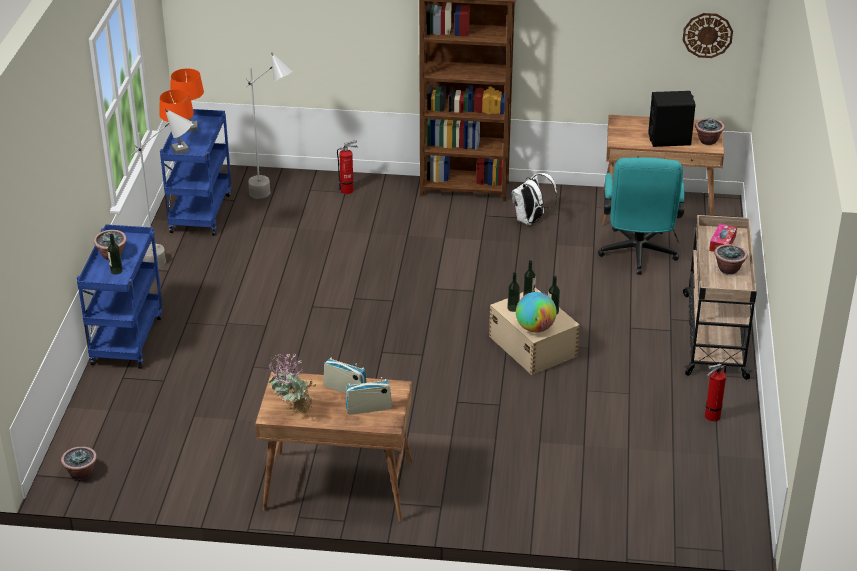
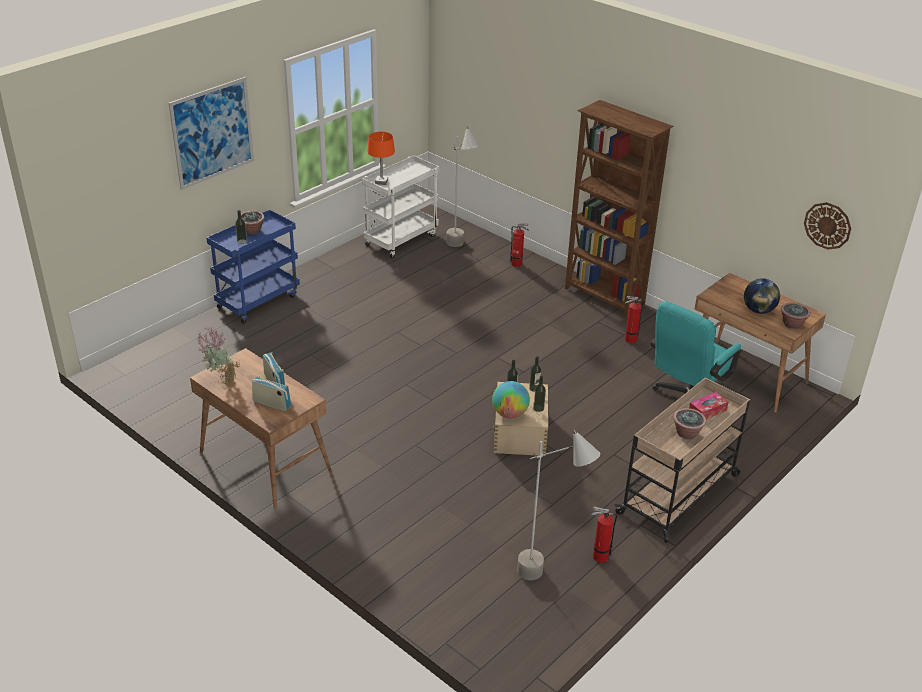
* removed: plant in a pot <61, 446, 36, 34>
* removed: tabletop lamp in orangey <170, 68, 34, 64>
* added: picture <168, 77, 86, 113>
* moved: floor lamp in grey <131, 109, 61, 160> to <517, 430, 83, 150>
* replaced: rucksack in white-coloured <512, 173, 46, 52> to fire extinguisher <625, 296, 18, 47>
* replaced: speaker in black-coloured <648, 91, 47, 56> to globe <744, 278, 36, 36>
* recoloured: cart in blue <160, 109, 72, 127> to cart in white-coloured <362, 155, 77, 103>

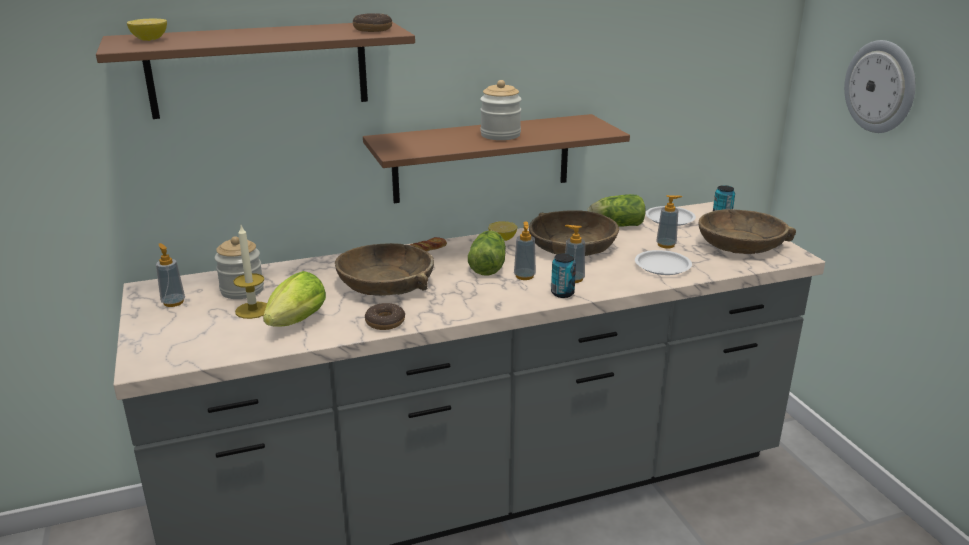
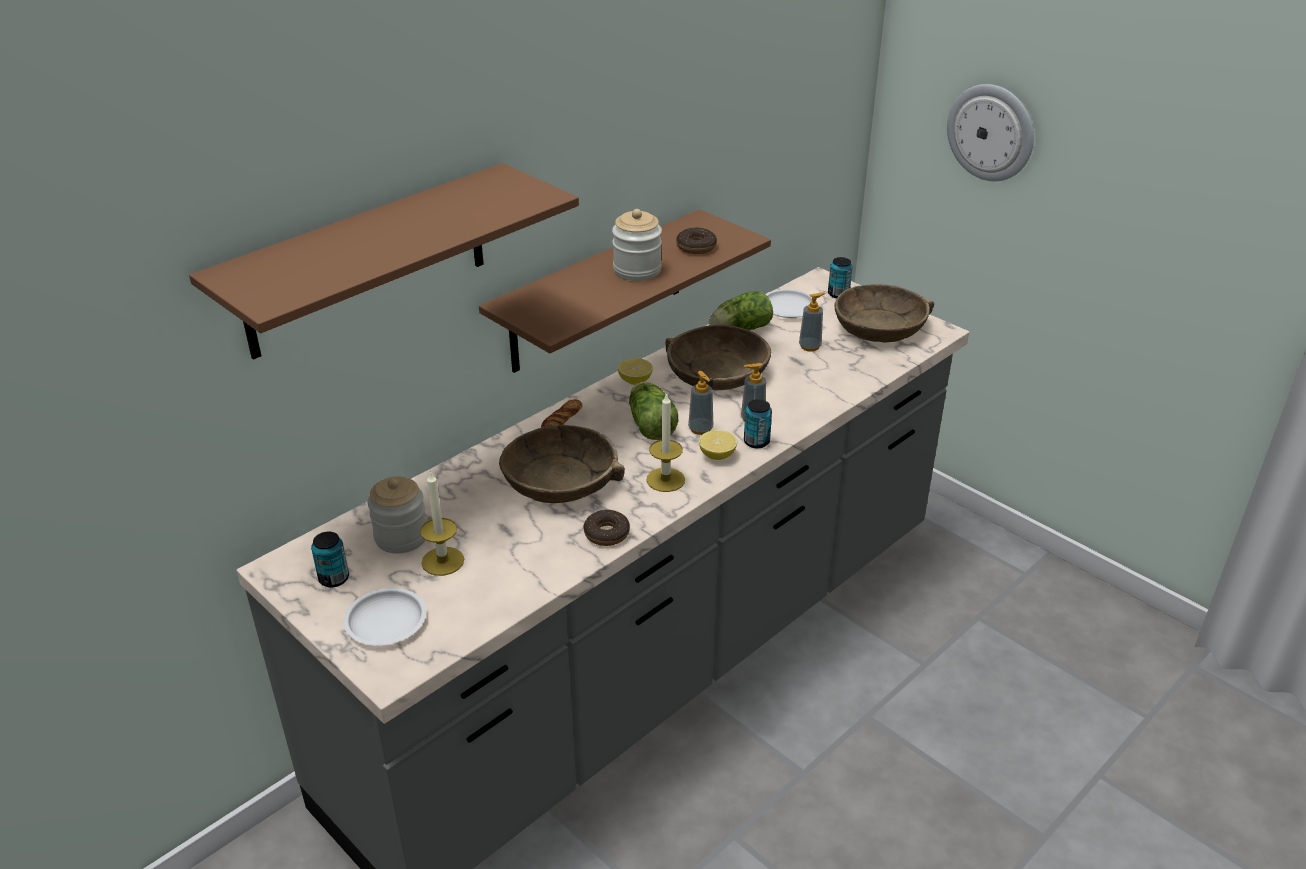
* removed: head of lettuce <263, 271, 63, 56>
* added: candle <646, 393, 39, 99>
* moved: citrus fruit <127, 19, 40, 22> to <699, 430, 38, 30>
* moved: donut <353, 13, 39, 19> to <676, 228, 41, 26>
* moved: flat dish in white-coloured <635, 250, 57, 25> to <343, 588, 83, 58>
* replaced: soap dispenser <156, 243, 29, 64> to sealed can <311, 531, 38, 57>

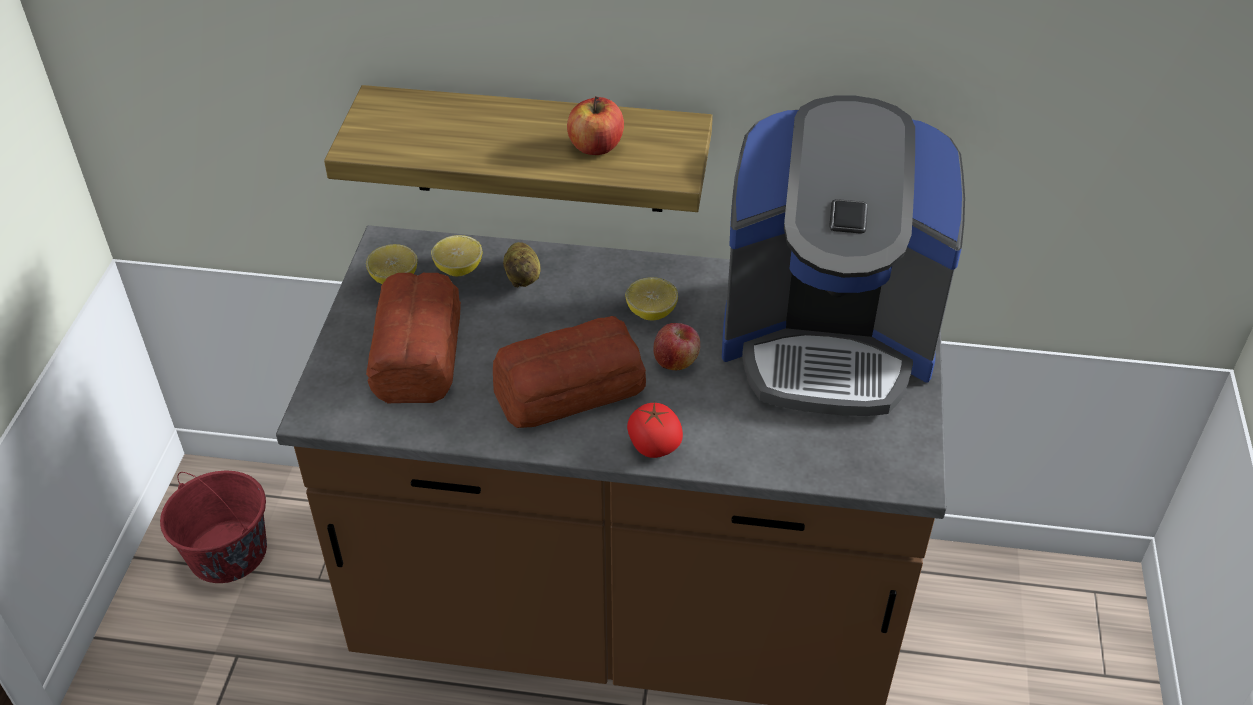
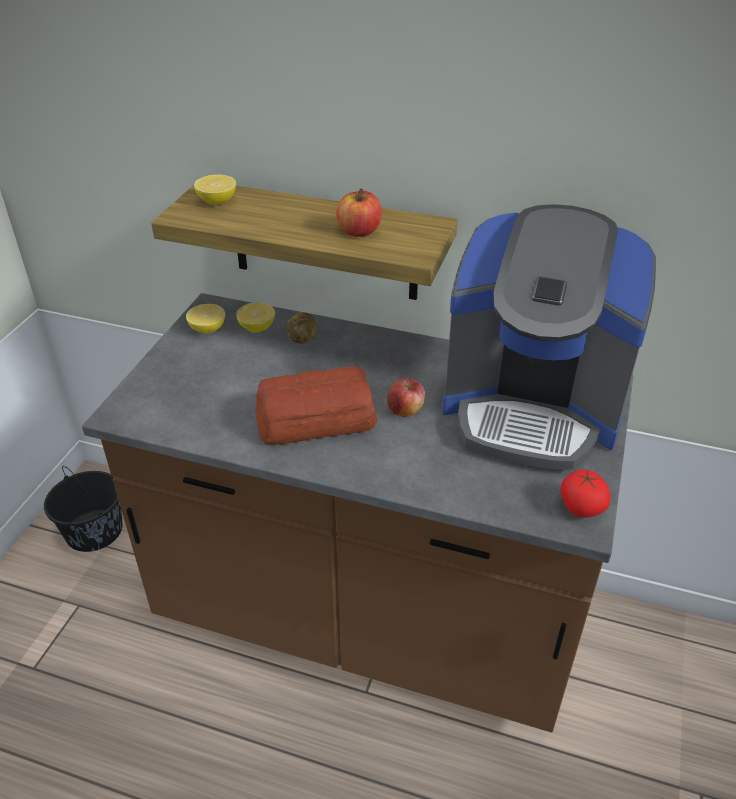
* removed: baked bread <366, 273, 95, 130>
* moved: citrus fruit <626, 277, 52, 43> to <194, 174, 42, 31>
* moved: tomato <627, 401, 56, 57> to <561, 468, 49, 49>
* recoloured: bucket in red <160, 470, 107, 113> to bucket in black-coloured <44, 466, 79, 86>

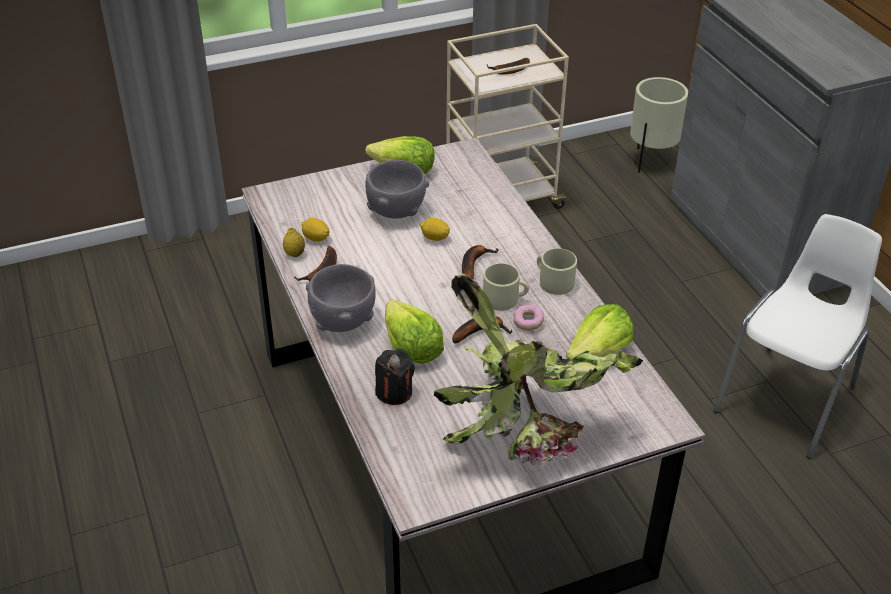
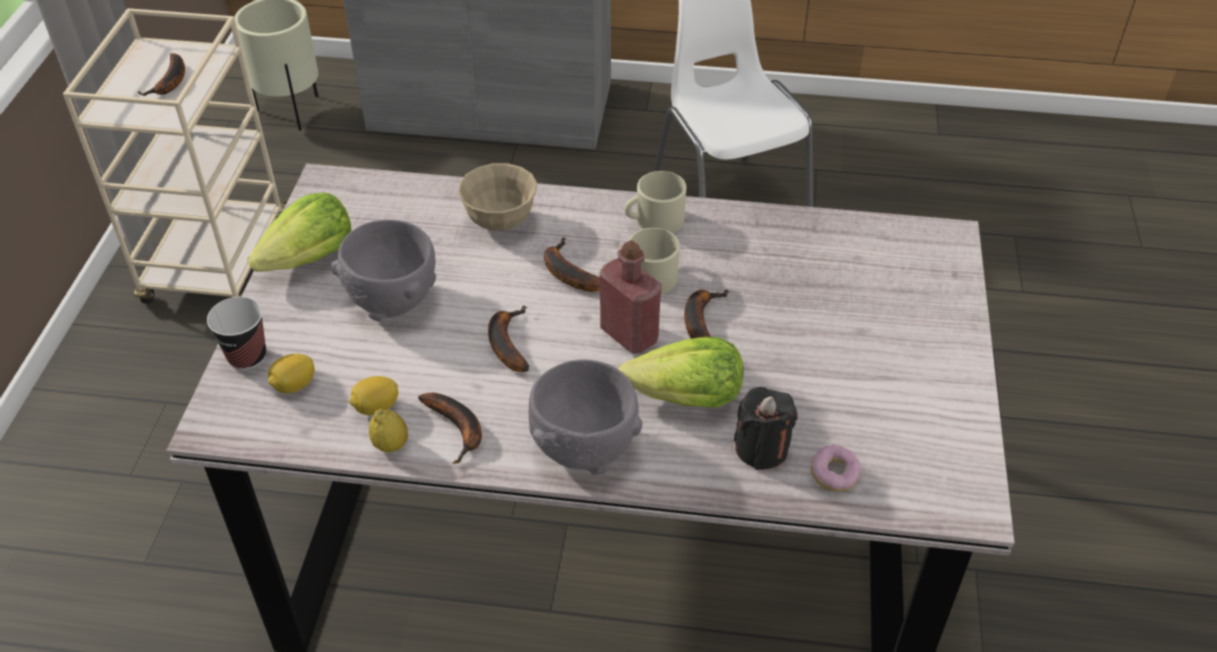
* removed: plant in a pot <434, 274, 209, 191>
* removed: head of lettuce <566, 304, 68, 55>
* added: drinking cup <207, 297, 59, 73>
* added: bowl in sand-coloured <458, 163, 79, 68>
* added: whole banana <488, 305, 41, 67>
* added: bottle in red <599, 240, 62, 114>
* moved: citrus fruit <420, 218, 30, 23> to <268, 354, 47, 39>
* moved: donut <514, 305, 30, 26> to <810, 445, 51, 47>

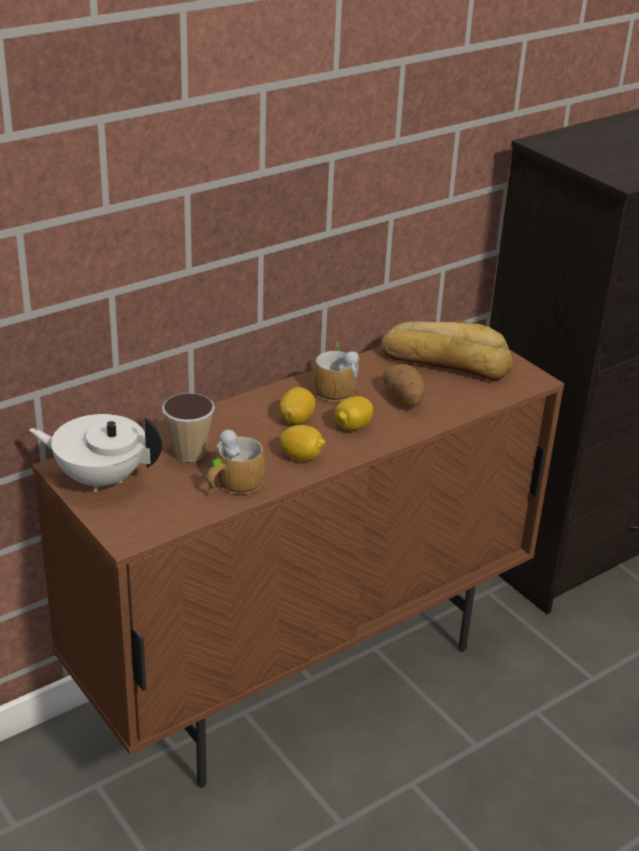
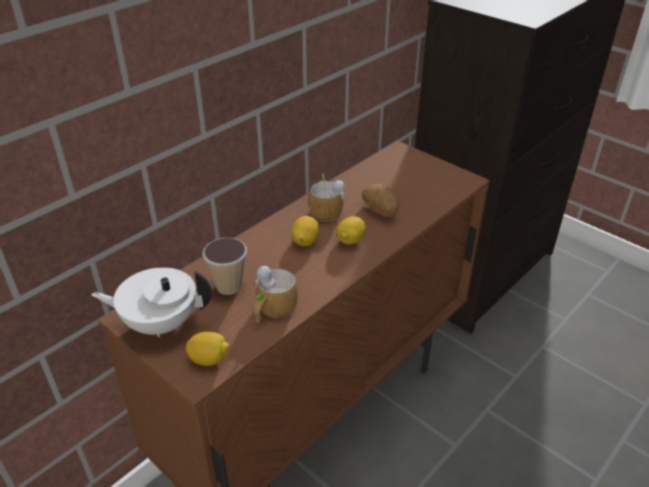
* removed: baked bread <381, 321, 132, 60>
* moved: citrus fruit <280, 425, 46, 36> to <186, 332, 43, 34>

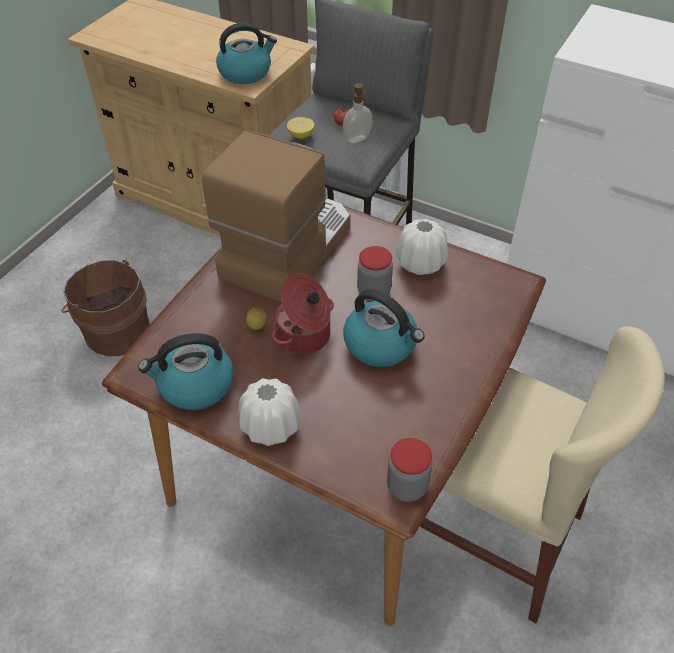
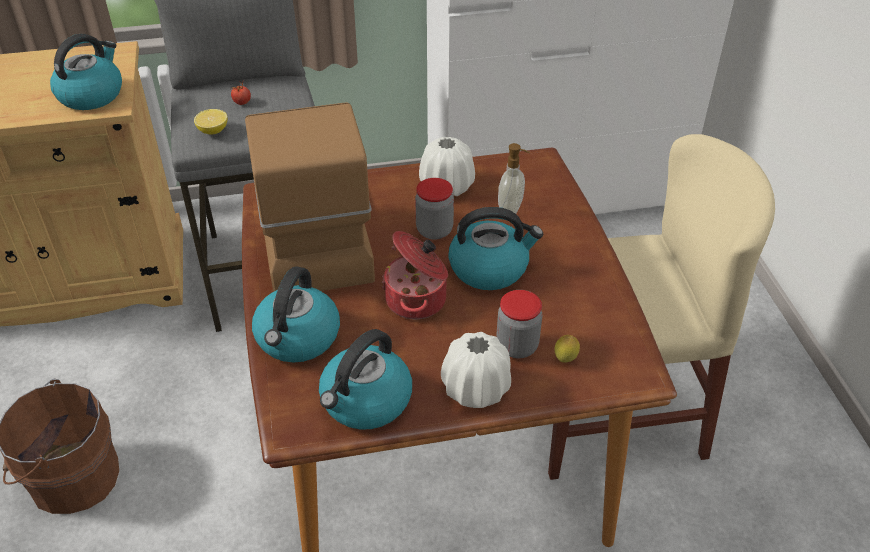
* added: water kettle <252, 266, 88, 97>
* moved: citrus fruit <246, 308, 20, 22> to <555, 335, 25, 28>
* moved: soap dispenser <343, 83, 30, 60> to <498, 143, 32, 71>
* moved: preserve jar <387, 438, 45, 64> to <496, 290, 46, 68>

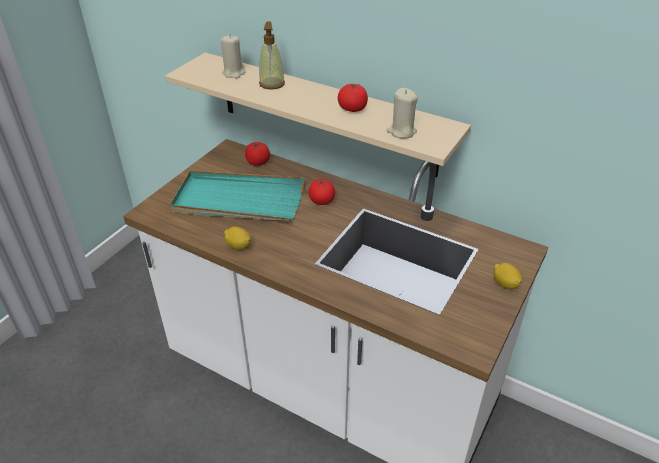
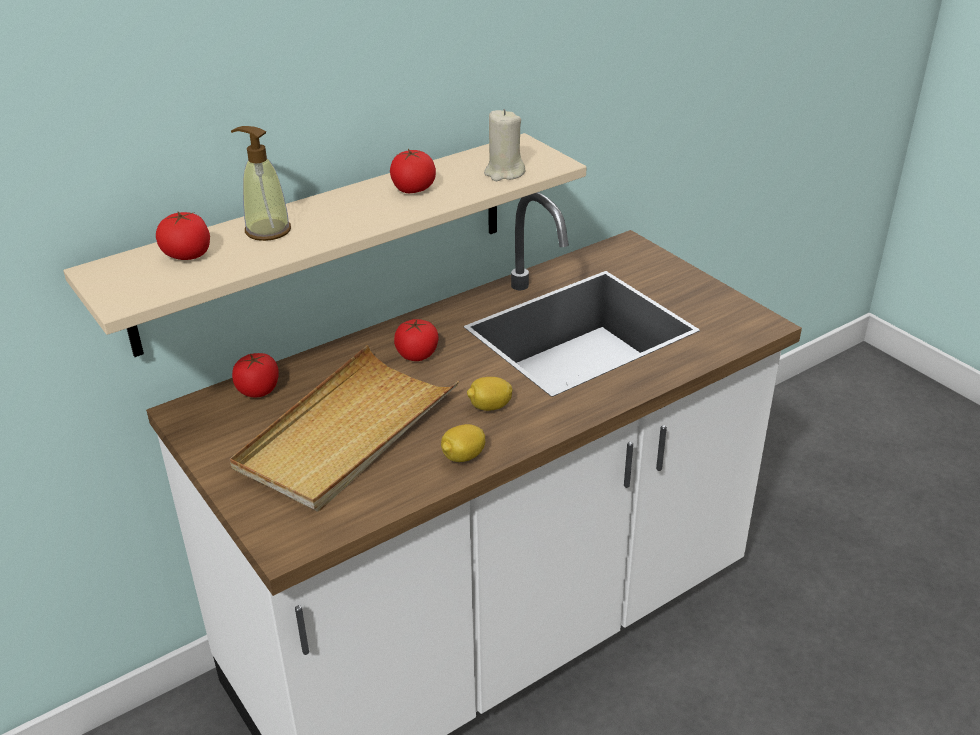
* moved: citrus fruit <494, 263, 28, 26> to <467, 377, 46, 34>
* replaced: candle in sand-coloured <221, 34, 25, 44> to tomato <156, 211, 54, 49>
* recoloured: tray in blue-green <170, 171, 135, 50> to tray in sand-coloured <230, 345, 229, 167>

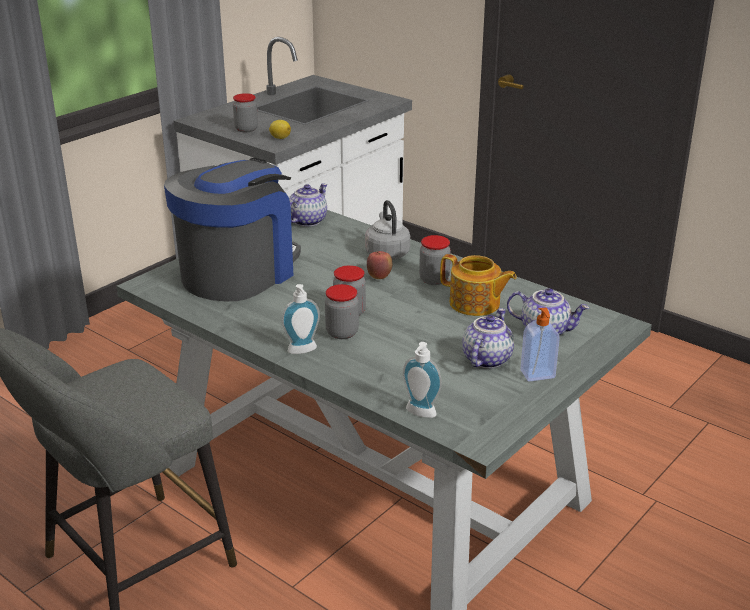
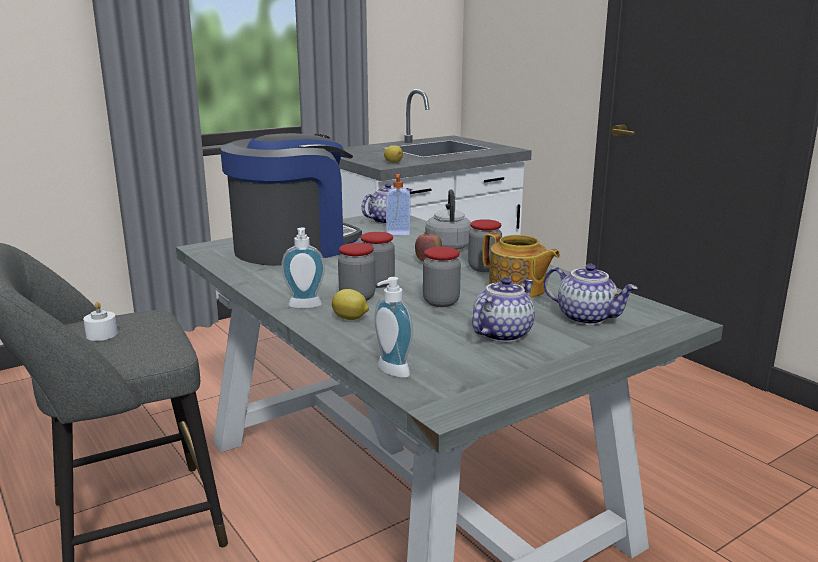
* added: candle in white-coloured <83, 302, 35, 39>
* added: citrus fruit <332, 289, 37, 31>
* moved: preserve jar <233, 93, 25, 39> to <423, 247, 38, 60>
* moved: soap dispenser <520, 307, 40, 75> to <386, 174, 24, 61>

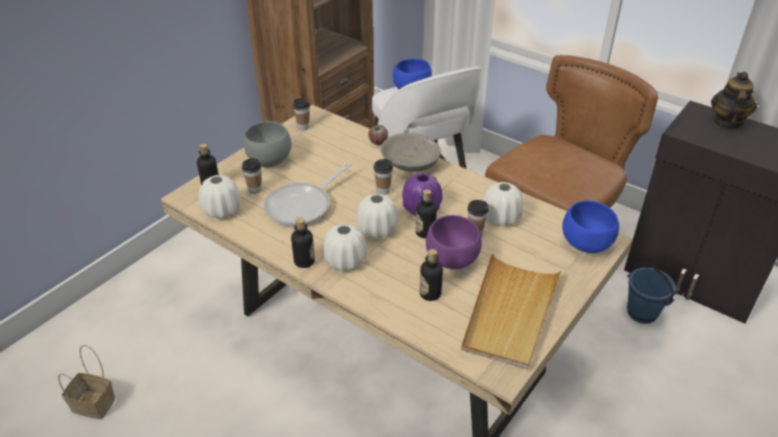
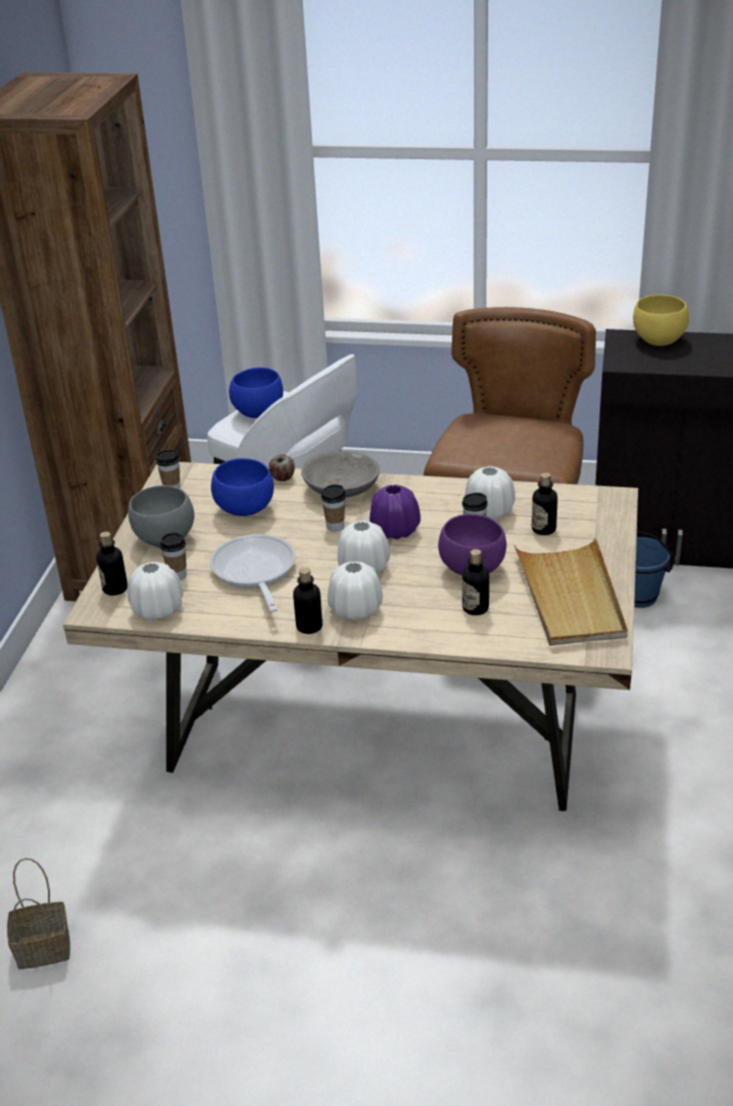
* moved: bottle <416, 189, 21, 49> to <532, 473, 26, 62>
* moved: bowl in blue <562, 200, 57, 53> to <211, 458, 63, 58>
* replaced: pot for tea <711, 72, 46, 57> to bowl in yellow-coloured <633, 295, 56, 51>
* turned: skillet <264, 162, 88, 65> = <210, 534, 86, 78> 150 degrees clockwise

